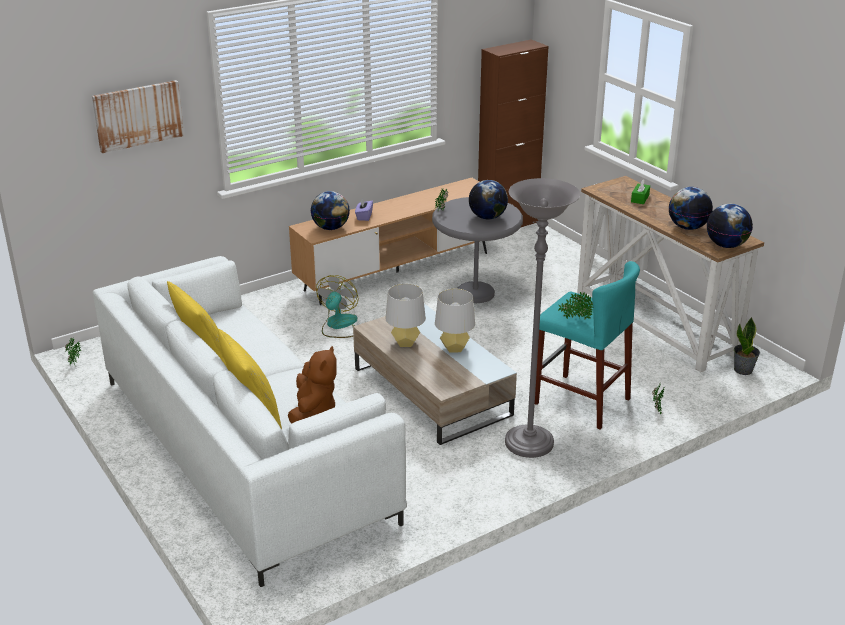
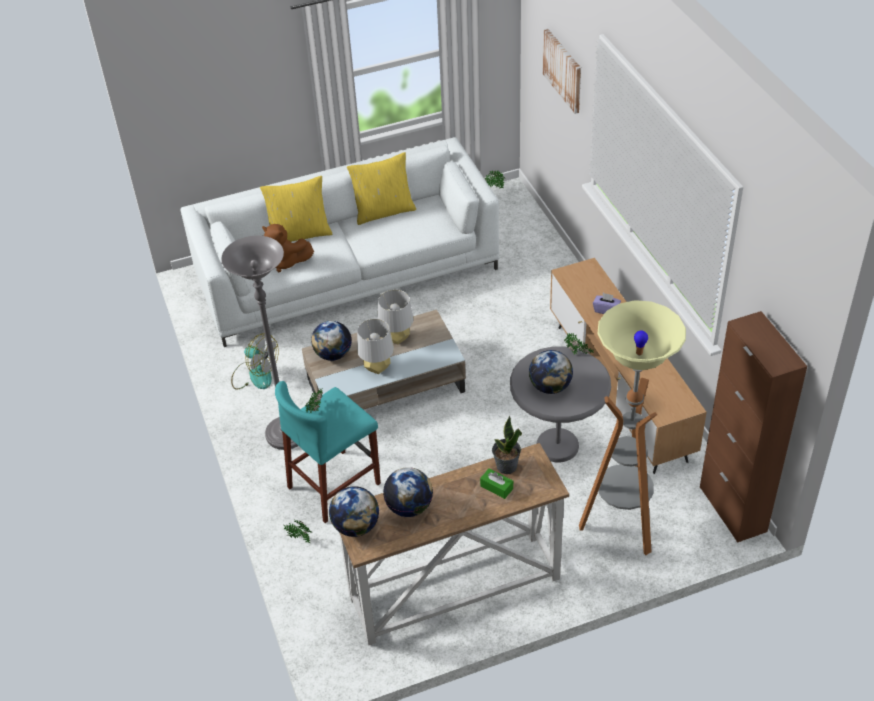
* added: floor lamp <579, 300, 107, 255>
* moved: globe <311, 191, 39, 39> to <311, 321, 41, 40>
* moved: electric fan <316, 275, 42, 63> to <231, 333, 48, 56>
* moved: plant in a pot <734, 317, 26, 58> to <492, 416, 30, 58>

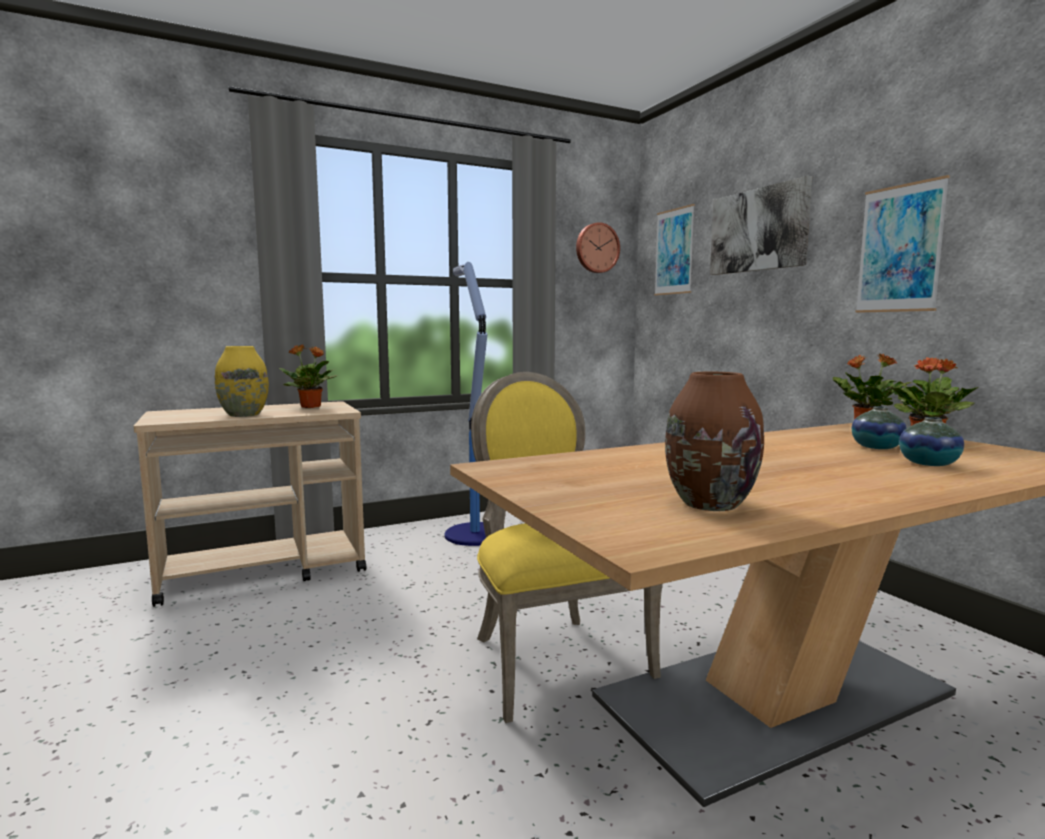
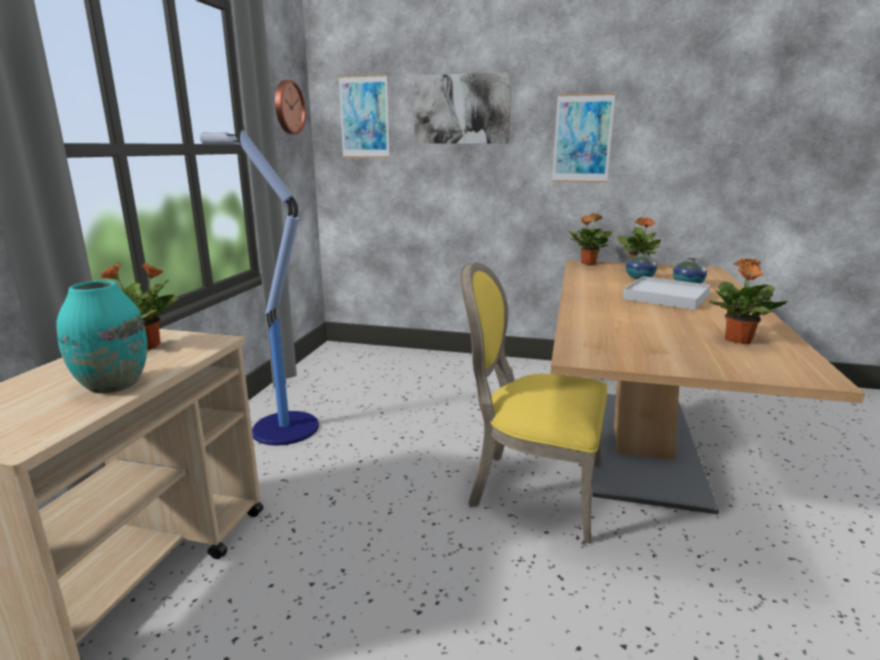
* added: tray in white-coloured <623, 276, 88, 34>
* replaced: flower vase in brown <665, 372, 99, 139> to plant in a pot <709, 258, 80, 86>
* recoloured: flower vase in yellow-coloured <215, 346, 54, 71> to flower vase in blue-green <56, 281, 91, 113>

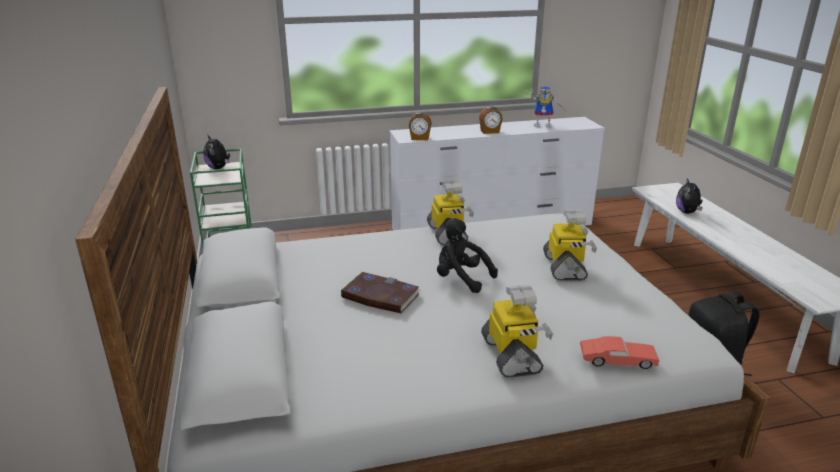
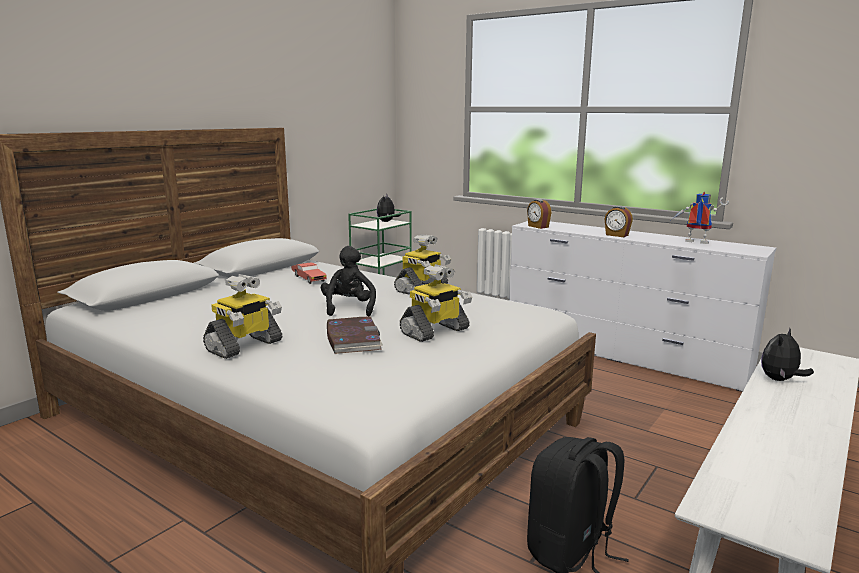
* moved: volume <341, 272, 80, 41> to <327, 316, 56, 38>
* moved: toy car in red <580, 336, 79, 33> to <291, 262, 36, 22>
* turned: toy robot <526, 87, 39, 41> = <671, 192, 58, 52> 150 degrees clockwise

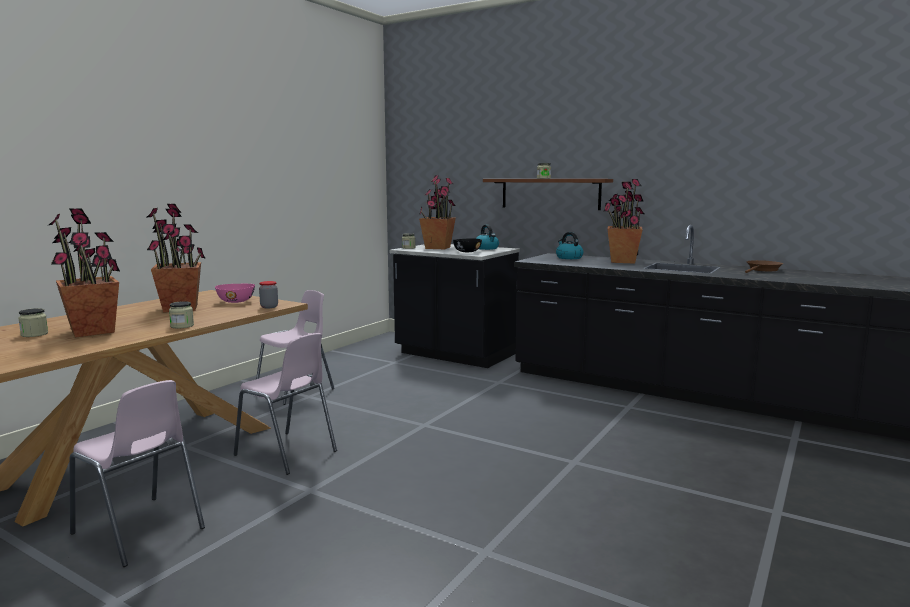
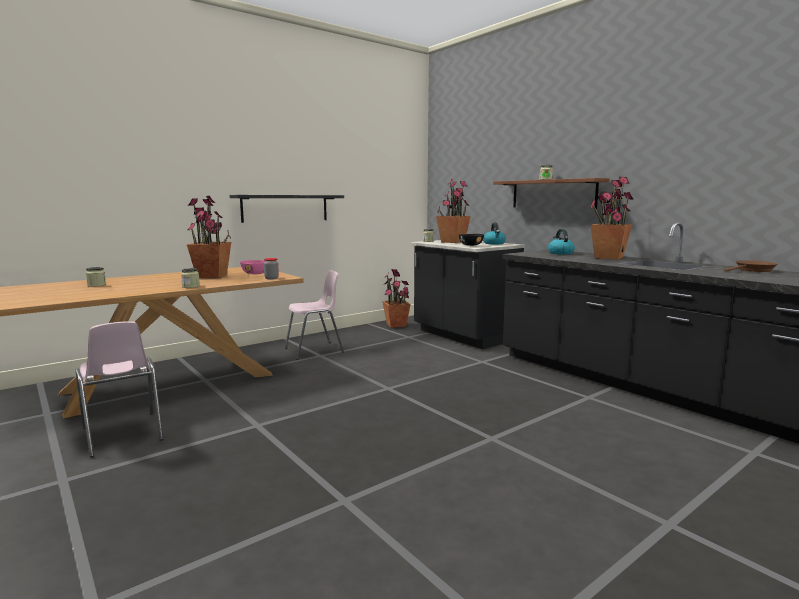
* removed: upright chair in pinkish <234, 333, 103, 142>
* added: bracket shelf in black-coloured <230, 195, 114, 28>
* moved: plant in a pot <49, 208, 71, 129> to <383, 269, 28, 59>

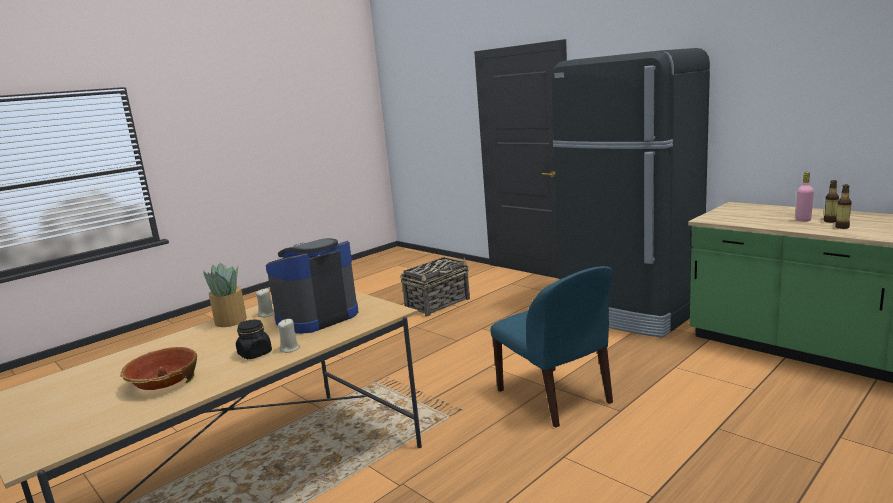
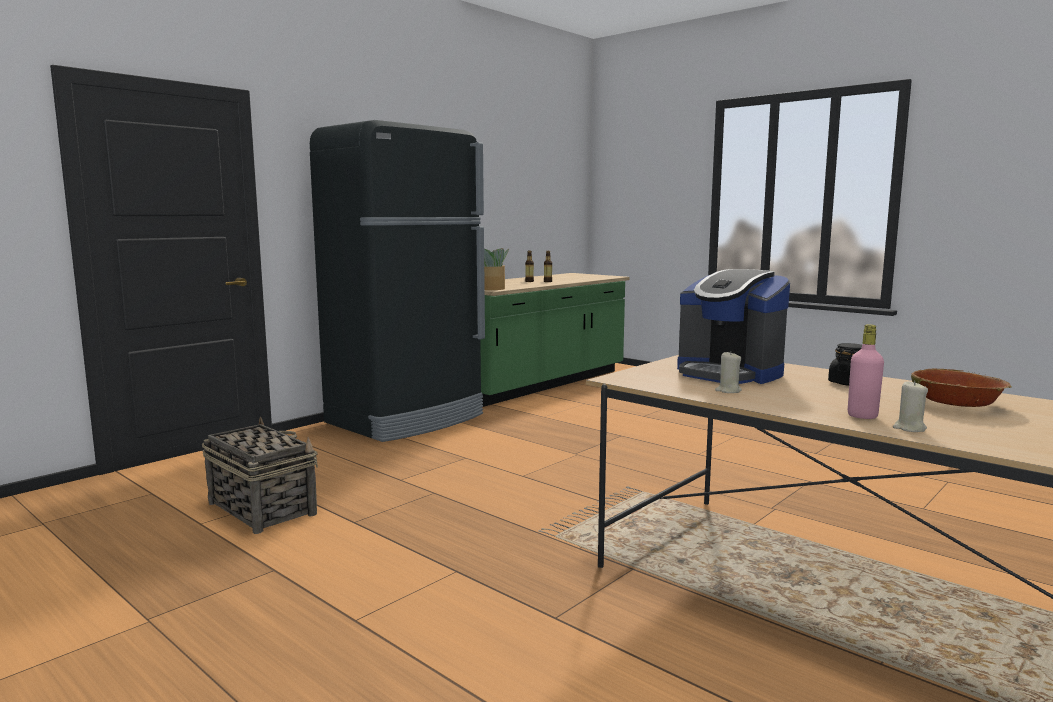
* removed: upright chair in blue <490, 266, 123, 162>
* moved: plant in a pot <203, 263, 44, 64> to <484, 248, 25, 42>
* moved: candle in sand-coloured <278, 319, 22, 34> to <893, 381, 35, 51>
* moved: bottle in pinkish <796, 172, 18, 50> to <848, 324, 36, 95>

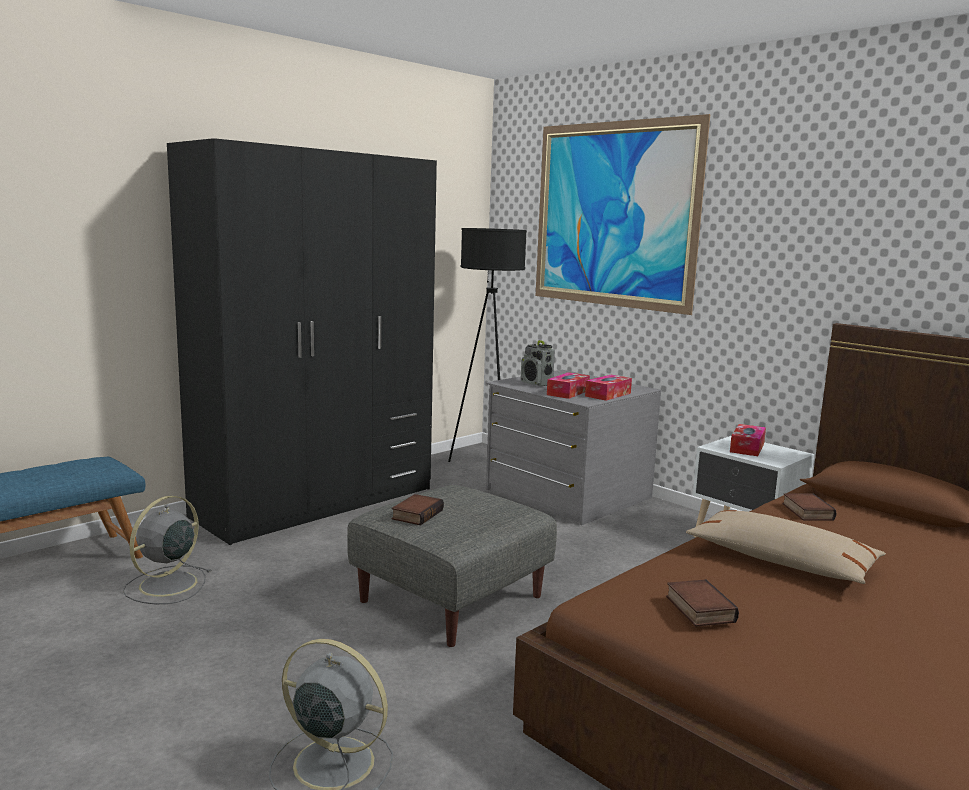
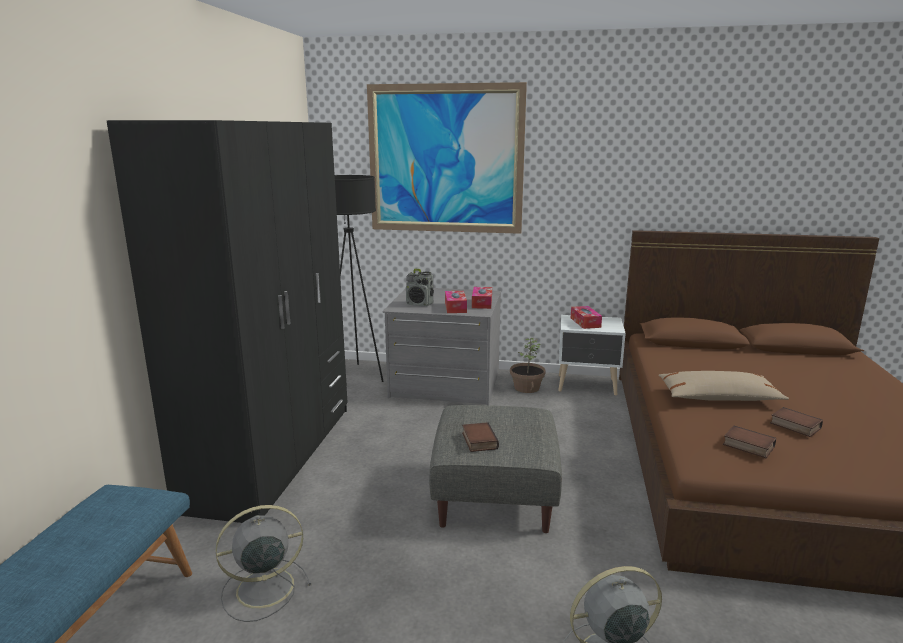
* added: plant in a pot <510, 338, 36, 55>
* moved: volume <782, 493, 54, 28> to <770, 407, 53, 30>
* turned: electric fan in grey <123, 496, 89, 108> = <215, 505, 96, 117> 75 degrees clockwise

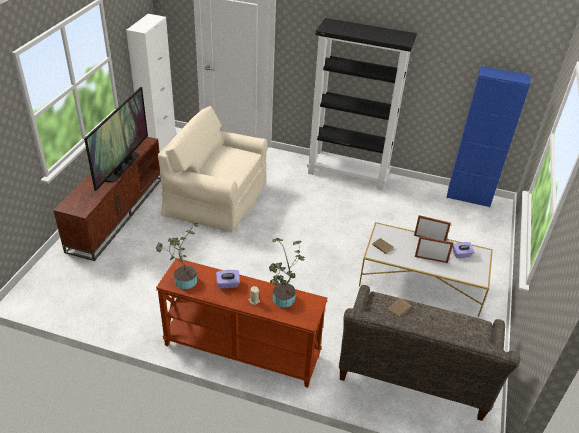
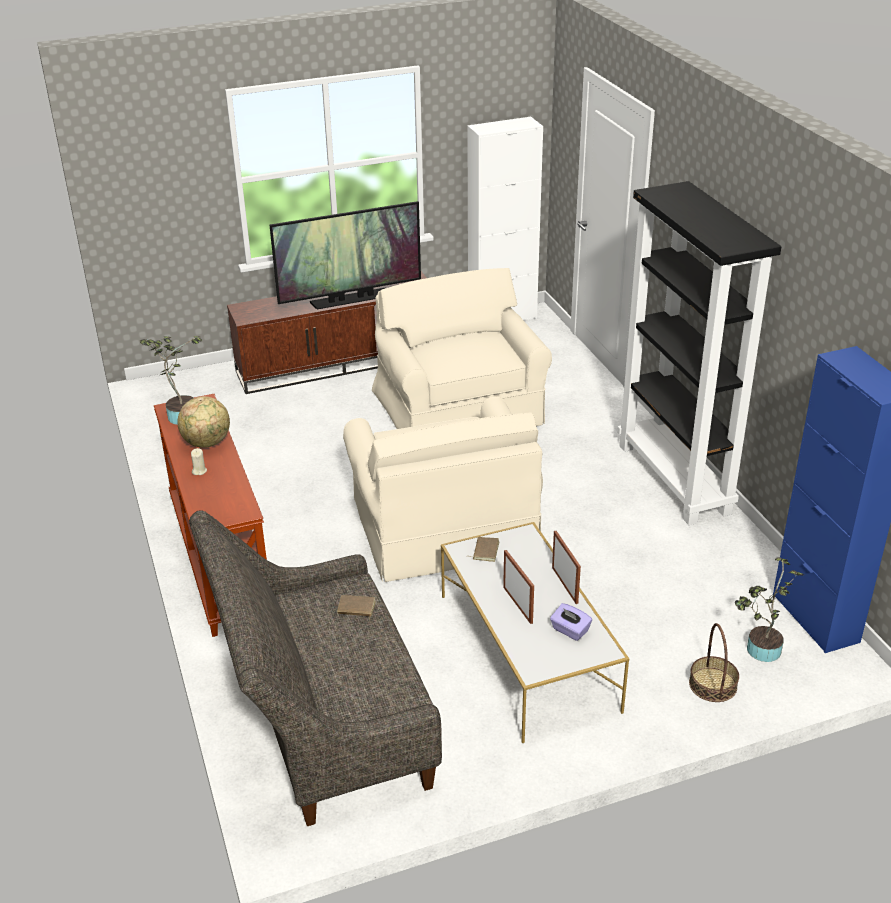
* added: easy chair in sand-coloured <343, 397, 200, 185>
* added: basket <689, 623, 50, 79>
* moved: plant in a pot <269, 238, 36, 70> to <735, 557, 69, 105>
* replaced: box of tissues in purple-coloured <216, 270, 24, 19> to globe <178, 396, 52, 52>

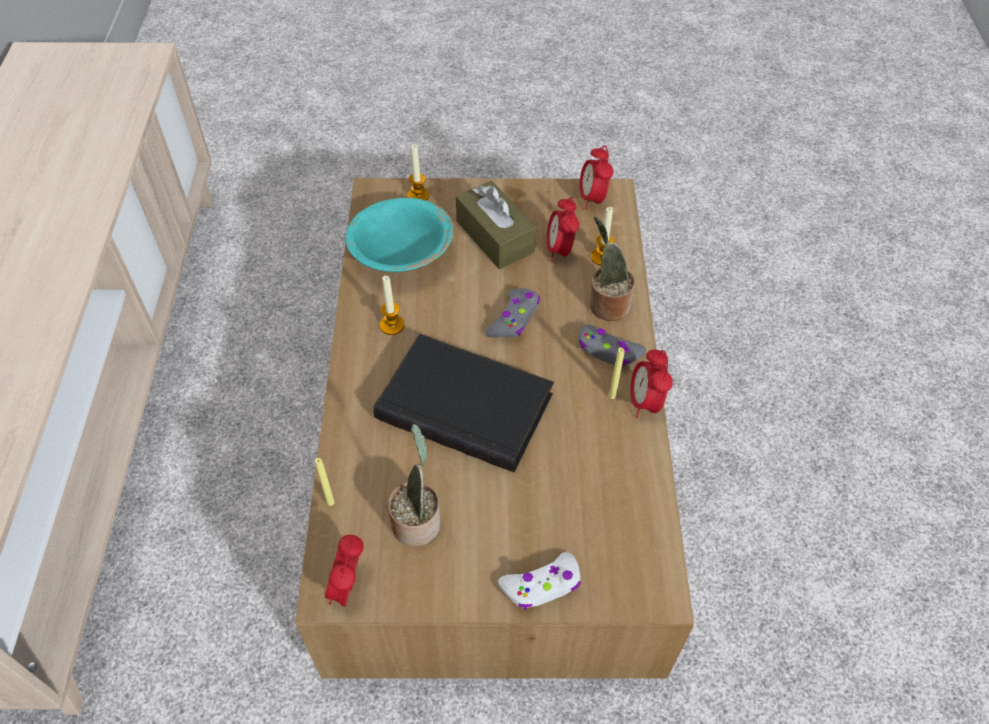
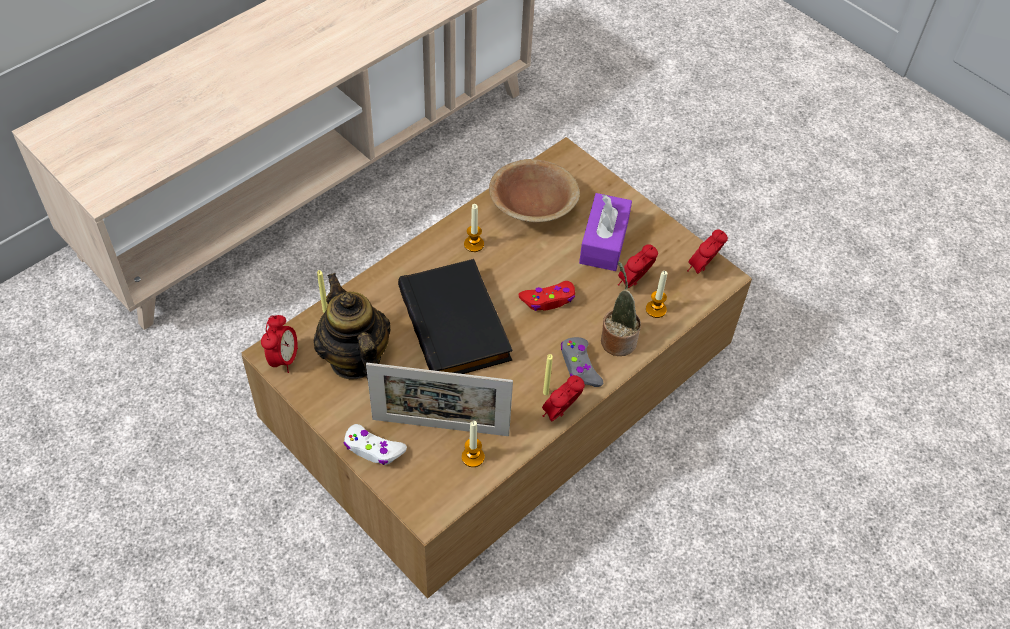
* added: standing frame <366, 363, 147, 73>
* moved: candle <407, 144, 22, 57> to <462, 421, 22, 46>
* replaced: plant in a pot <388, 424, 53, 123> to pot for tea <314, 273, 77, 107>
* recoloured: bowl in blue-green <346, 198, 107, 74> to bowl in brown <489, 159, 91, 63>
* recoloured: box of tissues in brown <456, 181, 80, 88> to box of tissues in purple-coloured <579, 193, 53, 78>
* recoloured: gamepad in grey <485, 288, 55, 50> to gamepad in red <518, 281, 57, 30>
* turned: table clock <325, 535, 39, 72> = <261, 315, 37, 58> 135 degrees clockwise

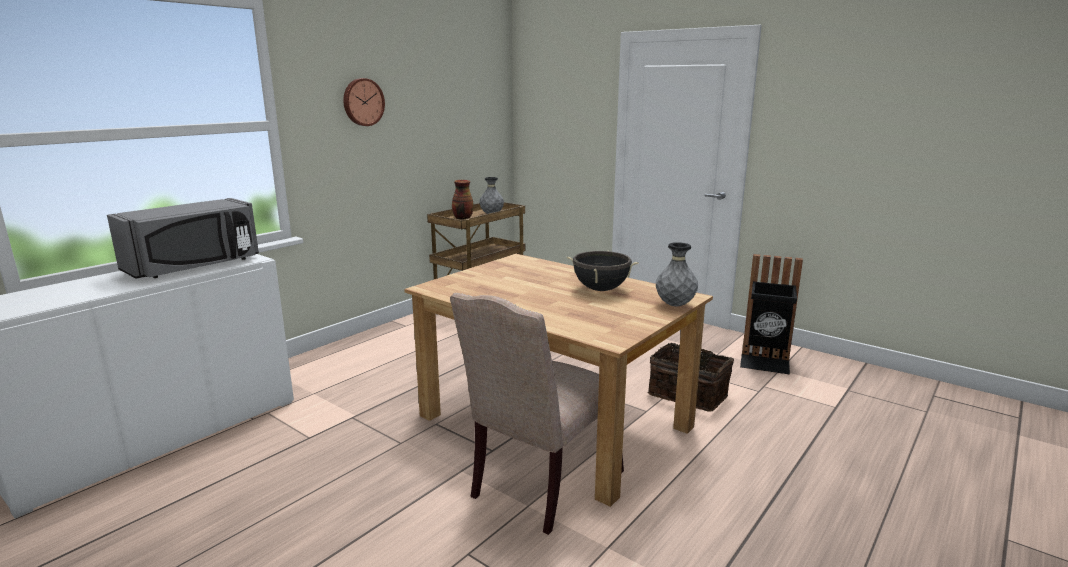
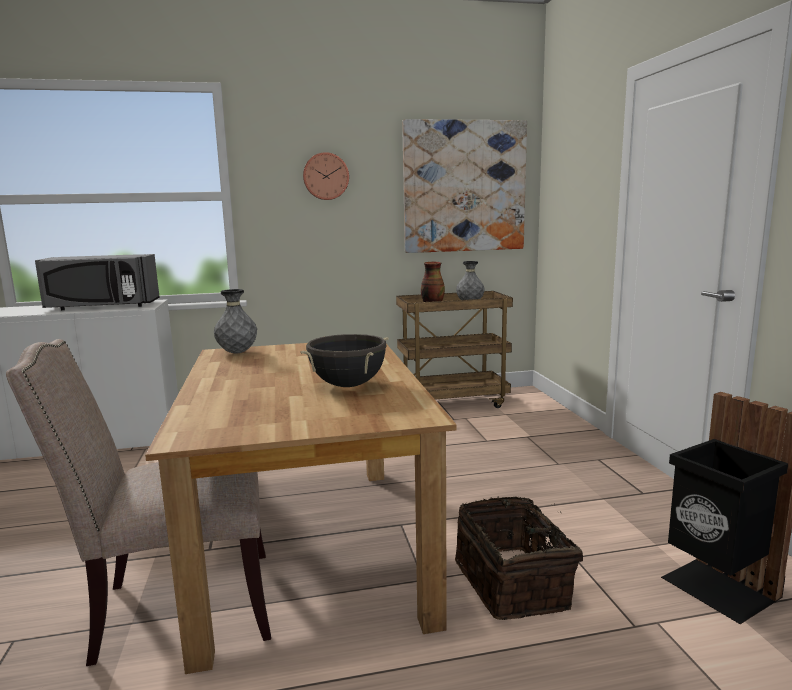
* added: picture <402, 119, 125, 134>
* moved: flower vase in grey <656, 242, 42, 64> to <214, 289, 43, 65>

